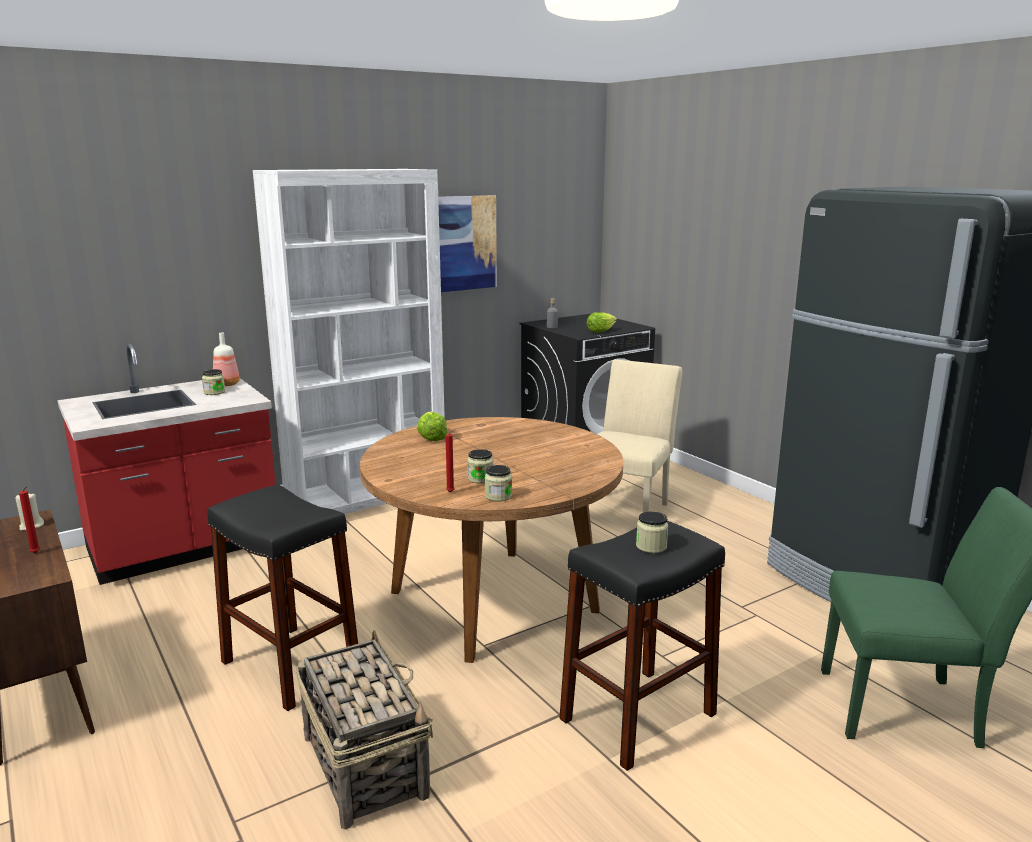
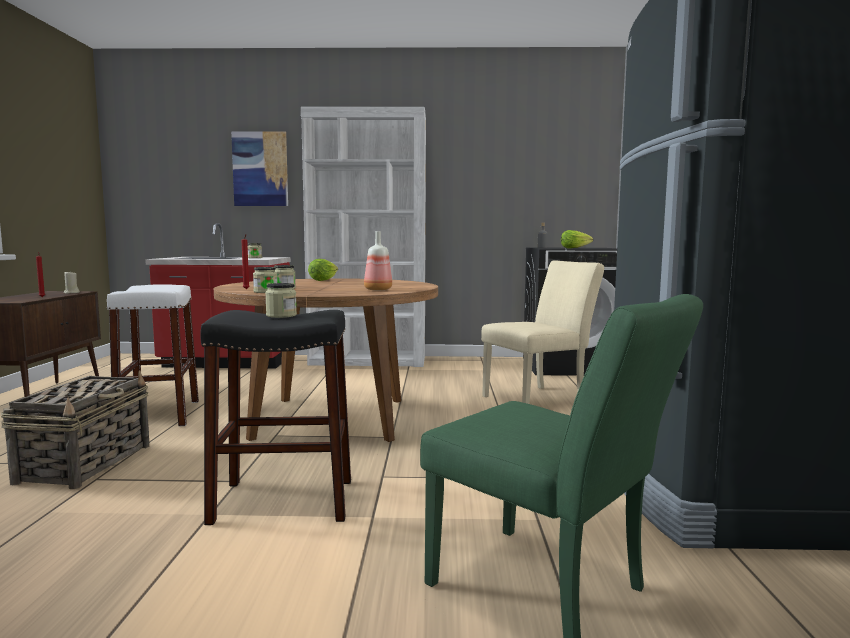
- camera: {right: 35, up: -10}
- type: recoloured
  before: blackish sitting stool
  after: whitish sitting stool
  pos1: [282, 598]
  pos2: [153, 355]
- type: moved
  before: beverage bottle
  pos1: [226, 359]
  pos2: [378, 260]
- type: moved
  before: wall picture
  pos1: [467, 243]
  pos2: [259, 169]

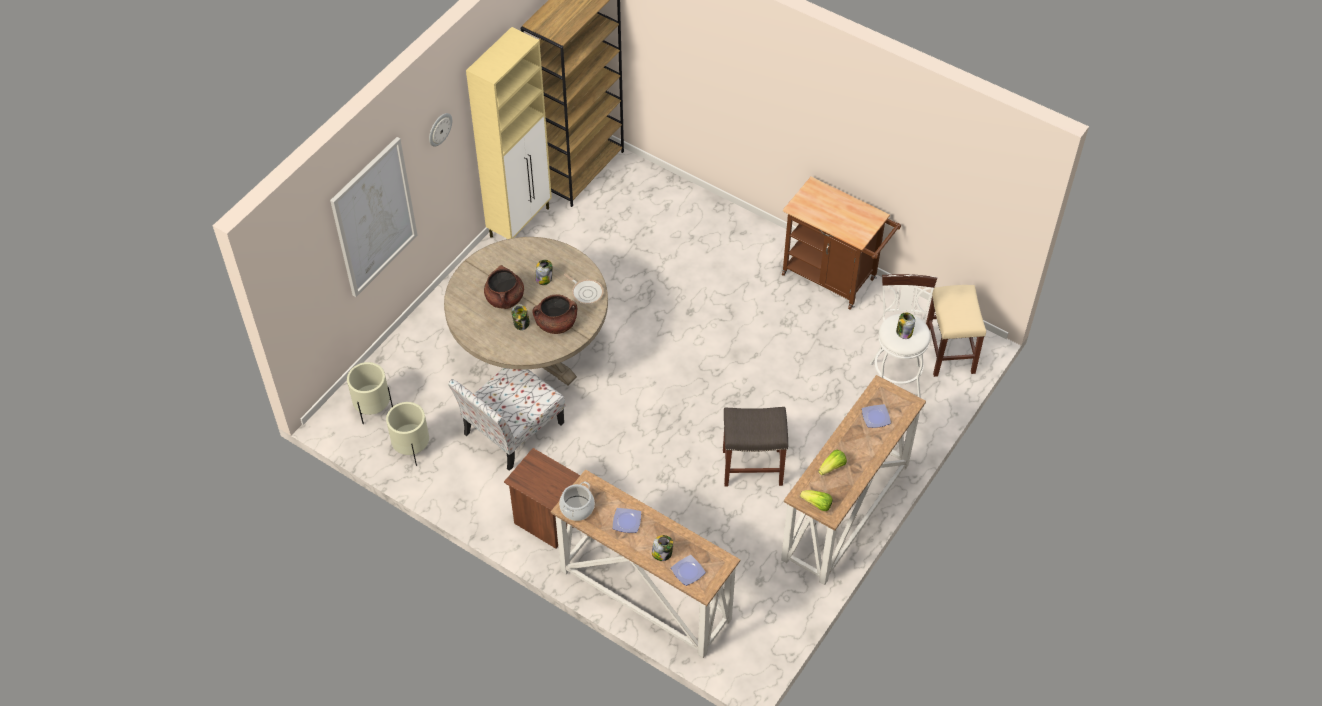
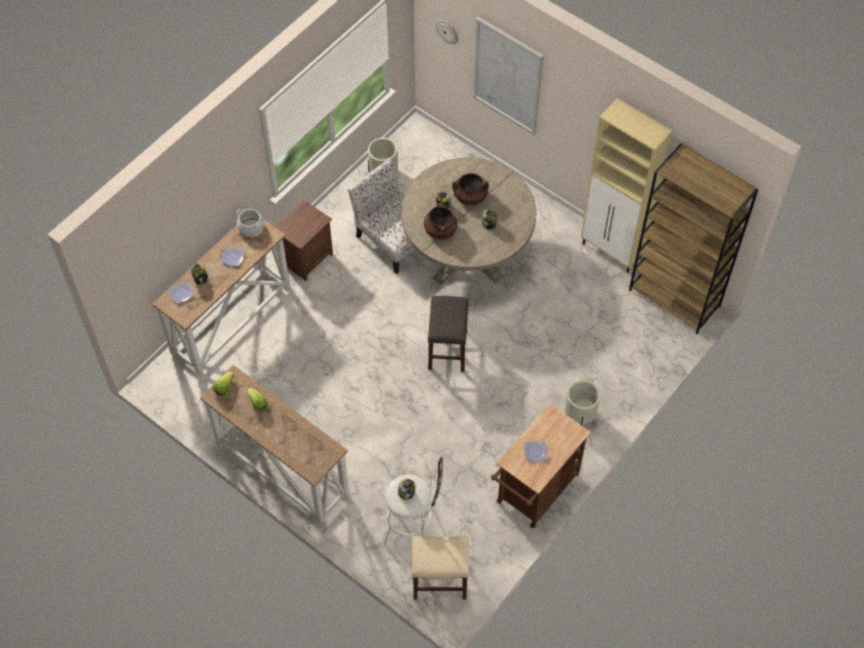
- camera: {right: 95, up: 5}
- type: moved
  before: beige-coloured plant pot
  pos1: [370, 393]
  pos2: [582, 402]
- type: moved
  before: wall clock
  pos1: [440, 130]
  pos2: [446, 32]
- type: removed
  before: pan
  pos1: [584, 288]
- type: moved
  before: gray sitting stool
  pos1: [755, 446]
  pos2: [448, 334]
- type: moved
  before: flat dish
  pos1: [876, 416]
  pos2: [536, 451]

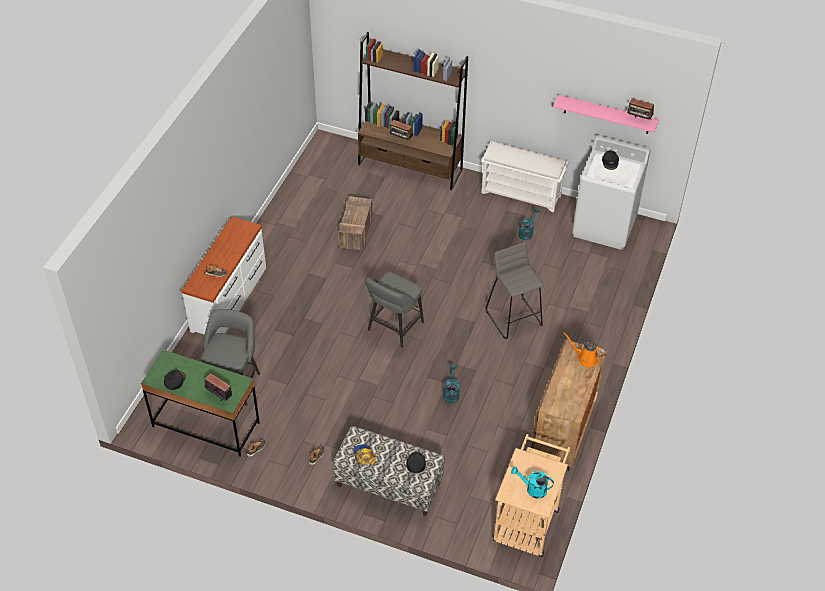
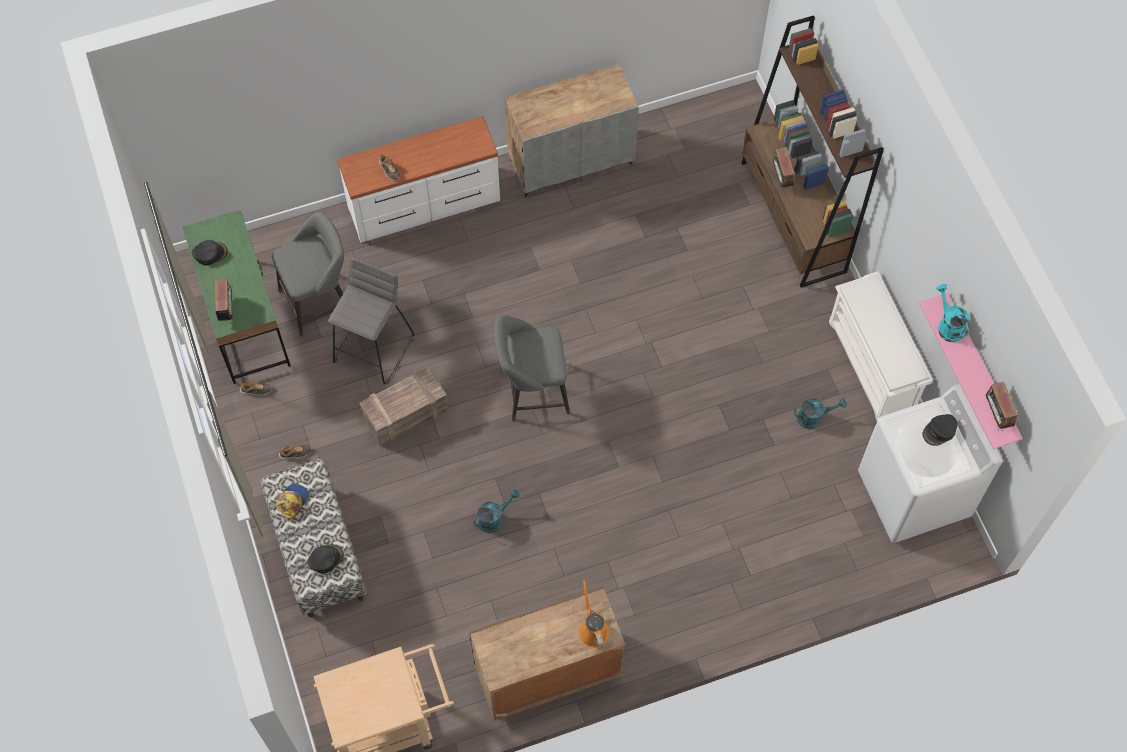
- camera: {right: 50, up: 15}
- type: moved
  before: packing crate
  pos1: [355, 223]
  pos2: [404, 406]
- type: moved
  before: gray sitting stool
  pos1: [515, 290]
  pos2: [371, 321]
- type: moved
  before: turquoise-coloured sprinkling can
  pos1: [532, 483]
  pos2: [953, 313]
- type: added
  after: gray cupboard
  pos2: [572, 130]

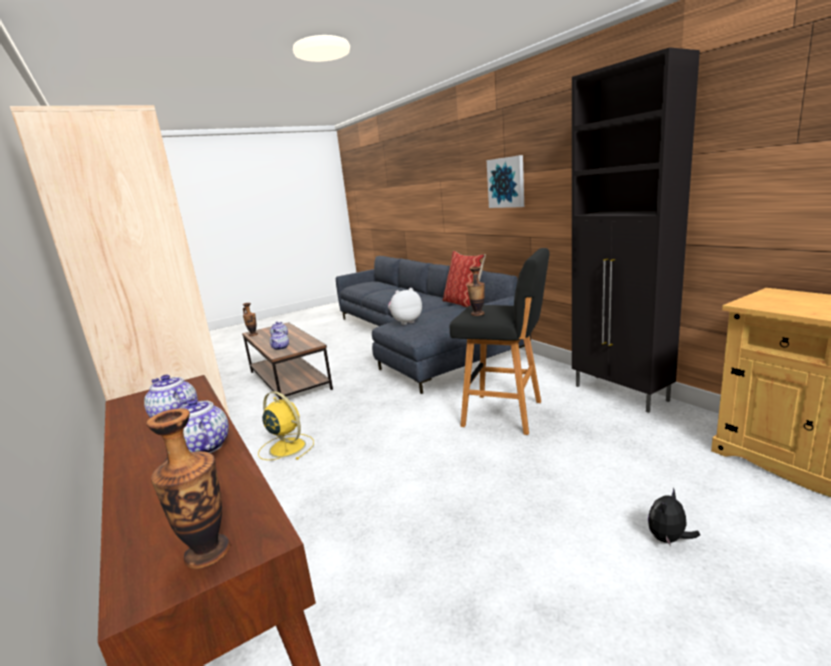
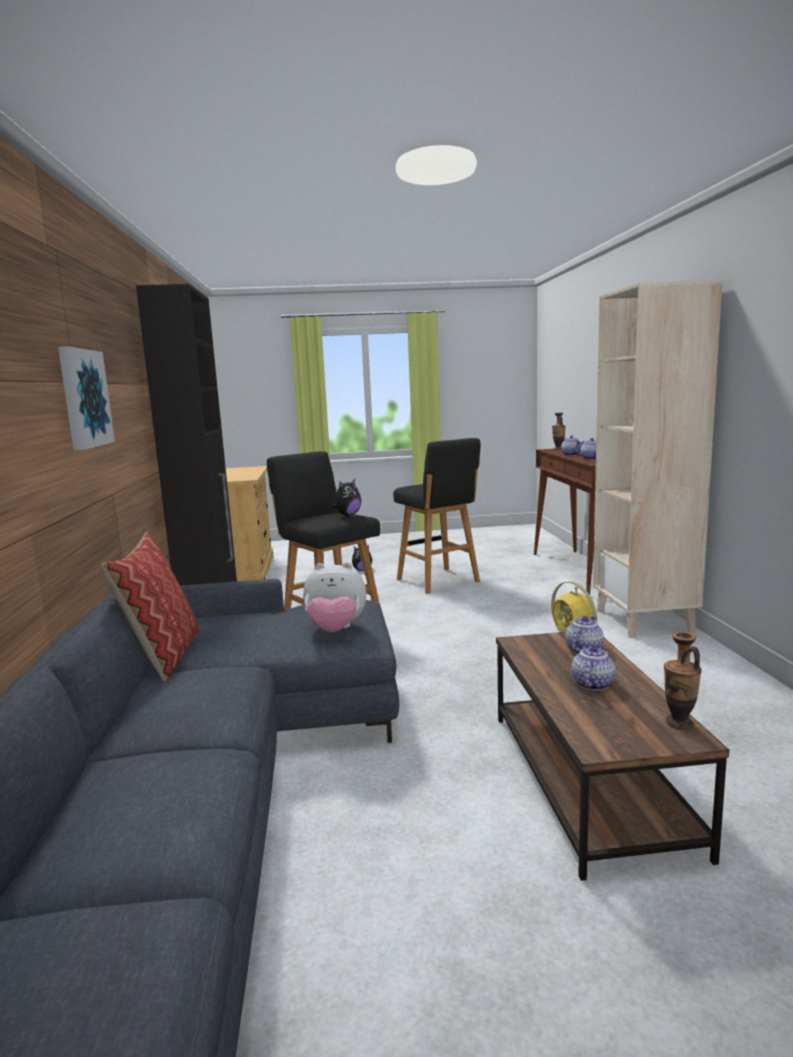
- camera: {right: -155, up: -5}
- type: replaced
  before: decorative vase
  after: soft toy
  pos1: [476, 291]
  pos2: [345, 497]
- type: added
  after: blackish sitting stool
  pos2: [437, 516]

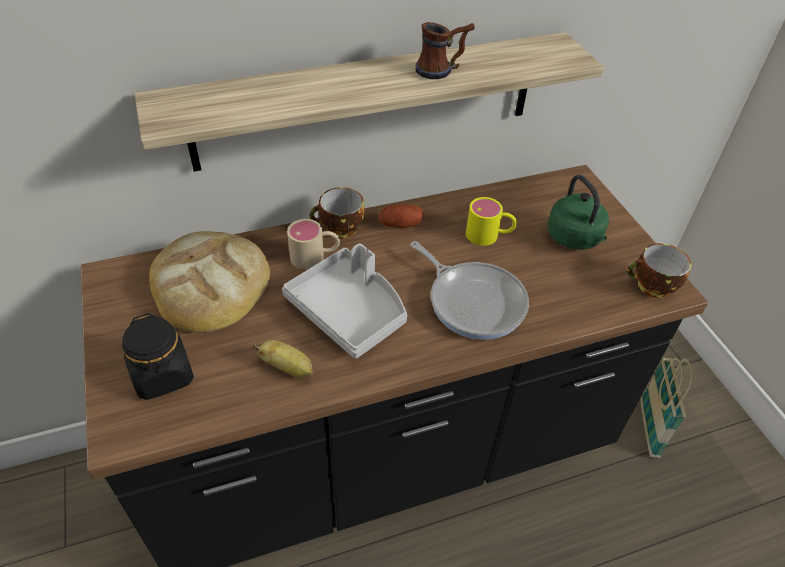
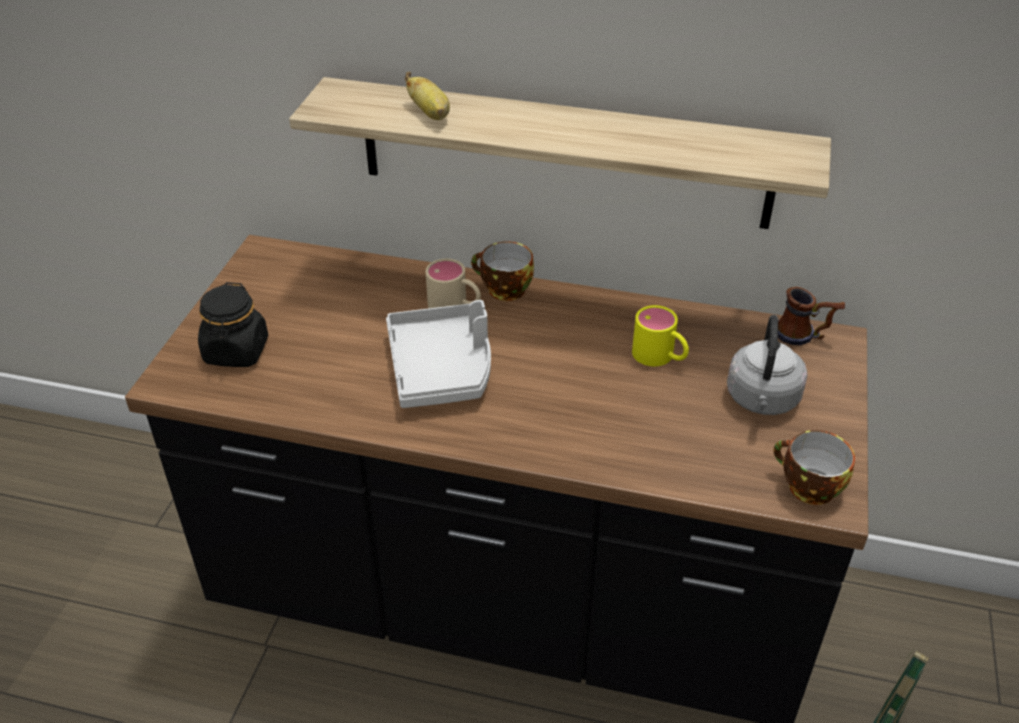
- camera: {right: 35, up: -5}
- type: removed
  before: baked bread
  pos1: [209, 282]
- type: moved
  before: banana fruit
  pos1: [283, 359]
  pos2: [427, 96]
- type: removed
  before: whole potato
  pos1: [400, 216]
- type: removed
  before: pan
  pos1: [469, 290]
- type: moved
  before: coffee mug
  pos1: [445, 50]
  pos2: [811, 316]
- type: recoloured
  before: green-coloured water kettle
  after: gray water kettle
  pos1: [578, 212]
  pos2: [767, 365]

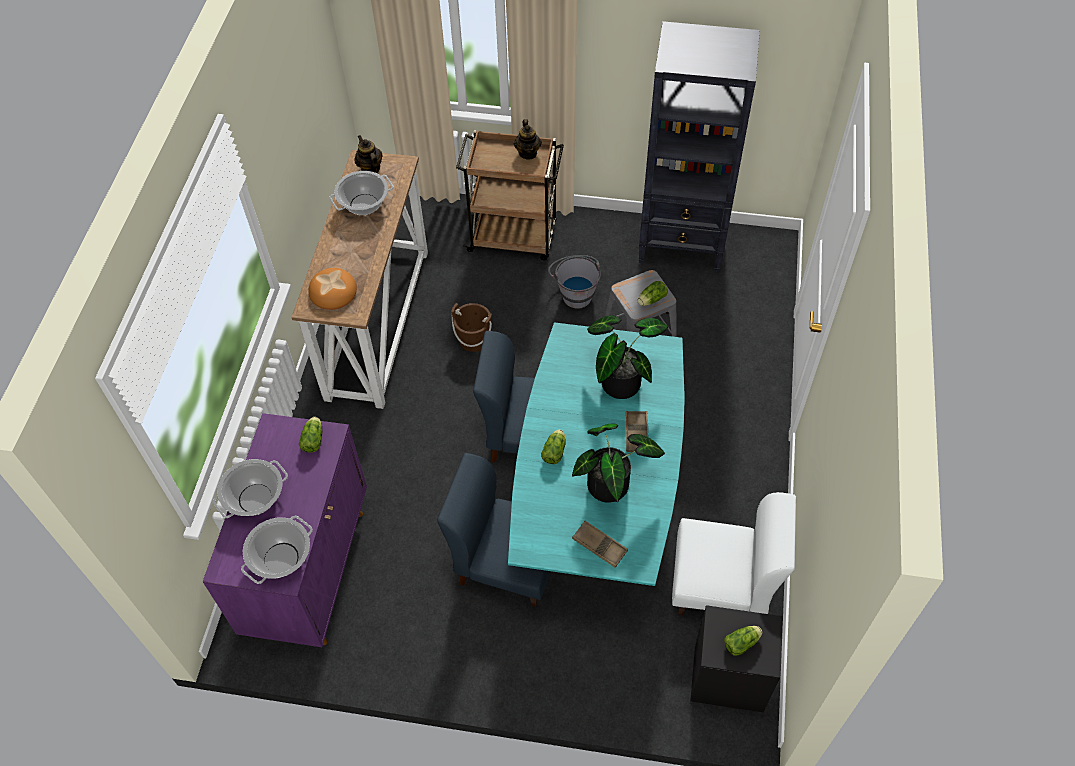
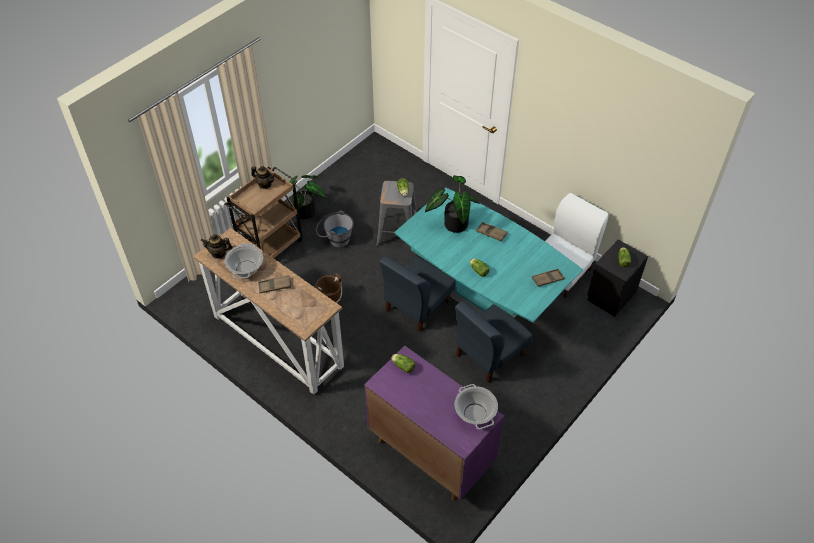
- camera: {right: -60, up: -5}
- type: removed
  before: saucepot
  pos1: [250, 488]
- type: removed
  before: baked bread
  pos1: [332, 289]
- type: moved
  before: houseplant
  pos1: [618, 463]
  pos2: [308, 197]
- type: removed
  before: blackish shelving unit
  pos1: [699, 146]
- type: added
  after: brown-coloured serving tray
  pos2: [274, 284]

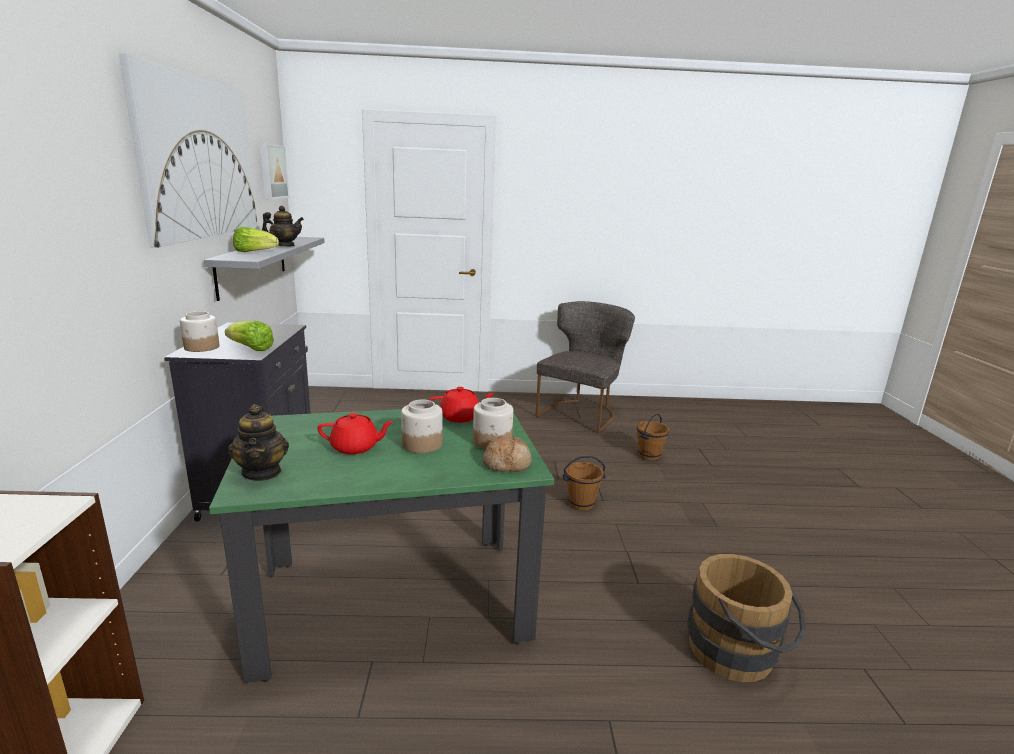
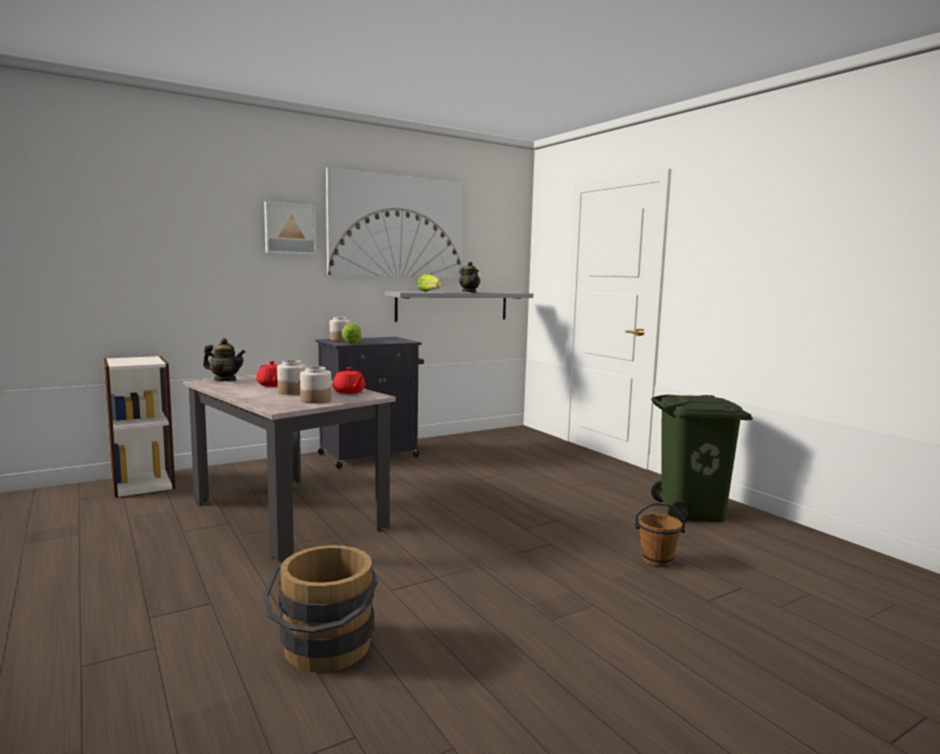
- camera: {right: 60, up: -10}
- type: recoloured
  before: green-coloured kitchen table
  after: beige-coloured kitchen table
  pos1: [382, 546]
  pos2: [289, 467]
- type: turned
  before: tea pot
  pos1: [258, 442]
  pos2: [224, 359]
  turn: -120
- type: moved
  before: wall picture
  pos1: [274, 171]
  pos2: [290, 228]
- type: removed
  before: baked bread
  pos1: [507, 454]
- type: replaced
  before: gray plain chair
  after: green-coloured trash can
  pos1: [585, 367]
  pos2: [702, 459]
- type: removed
  before: brown-coloured water bucket
  pos1: [584, 483]

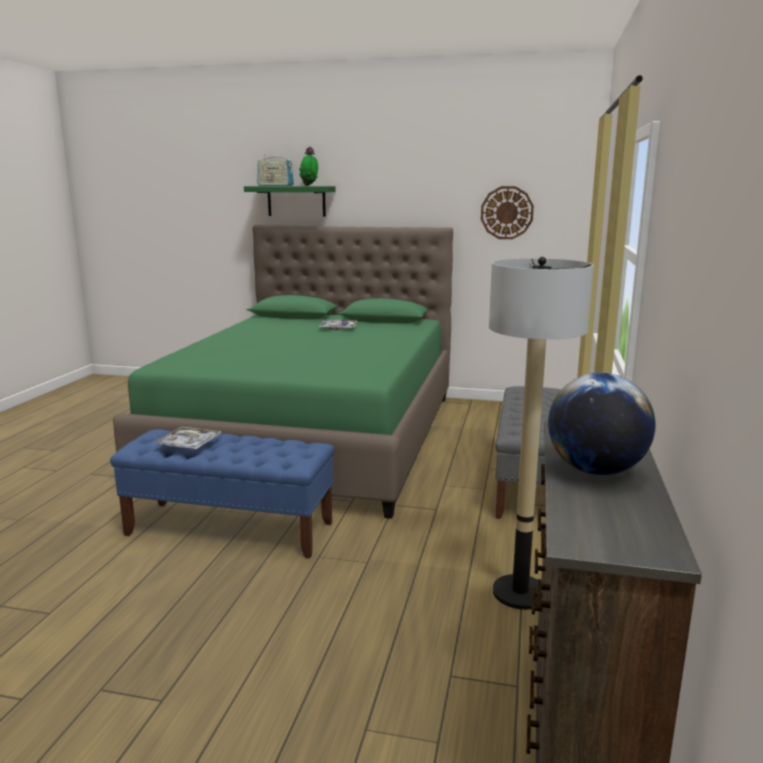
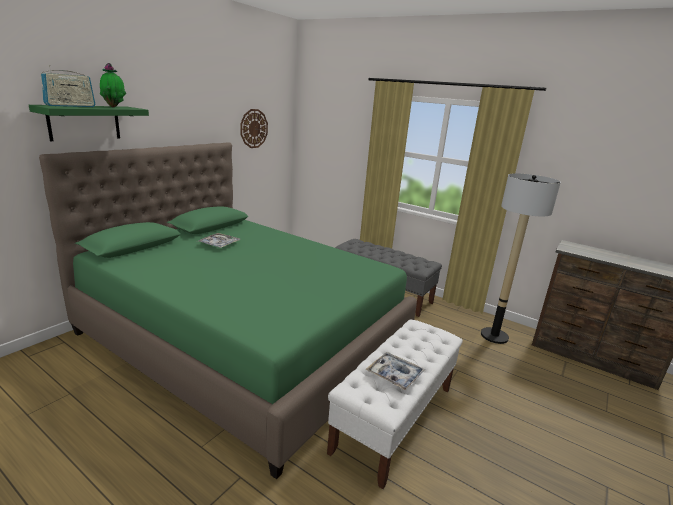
- camera: {right: -70, up: 5}
- type: recoloured
  before: blue long seat
  after: whitish long seat
  pos1: [222, 494]
  pos2: [395, 404]
- type: removed
  before: world globe
  pos1: [601, 424]

